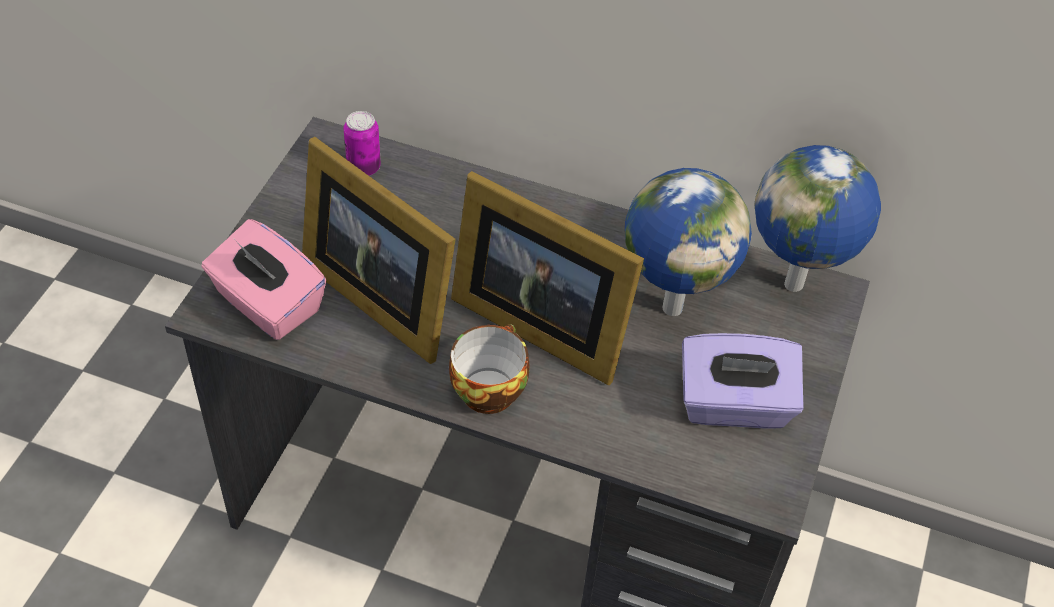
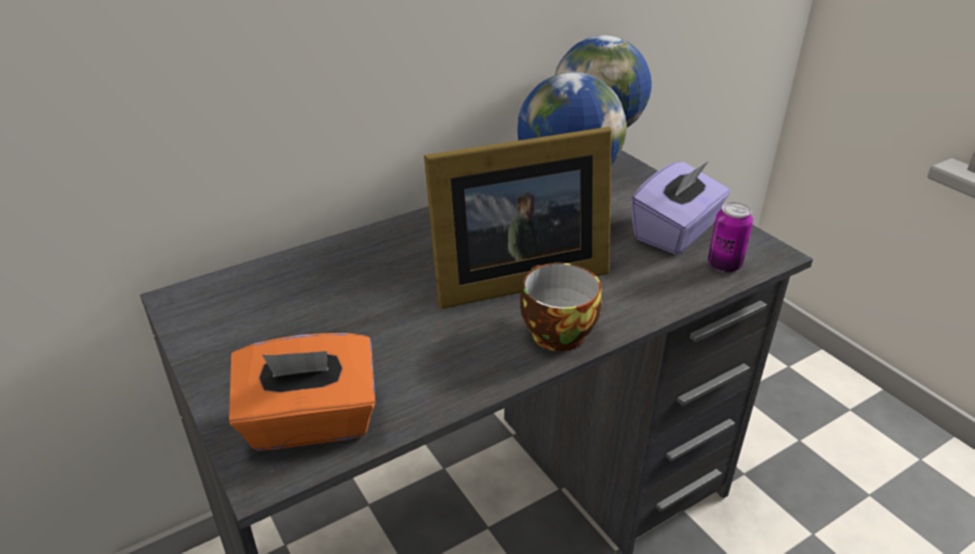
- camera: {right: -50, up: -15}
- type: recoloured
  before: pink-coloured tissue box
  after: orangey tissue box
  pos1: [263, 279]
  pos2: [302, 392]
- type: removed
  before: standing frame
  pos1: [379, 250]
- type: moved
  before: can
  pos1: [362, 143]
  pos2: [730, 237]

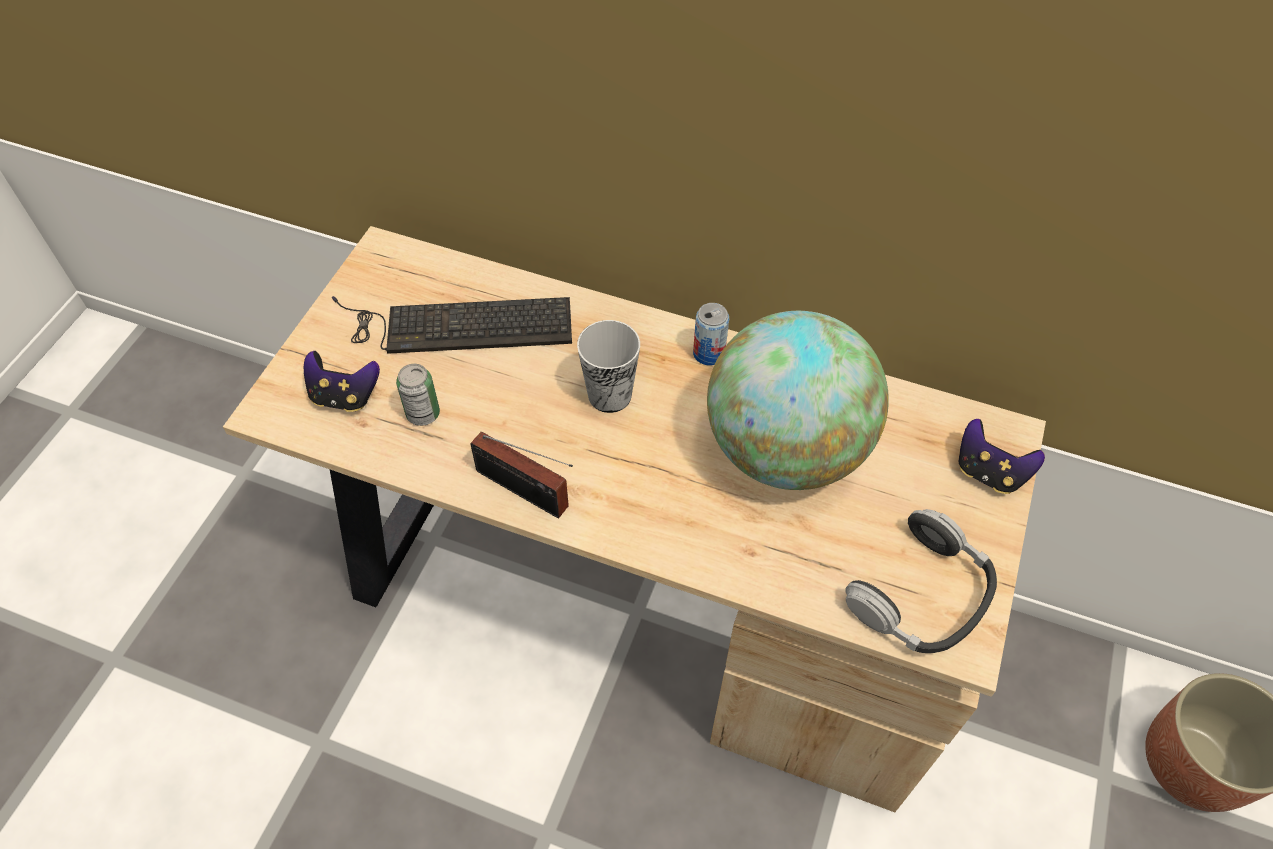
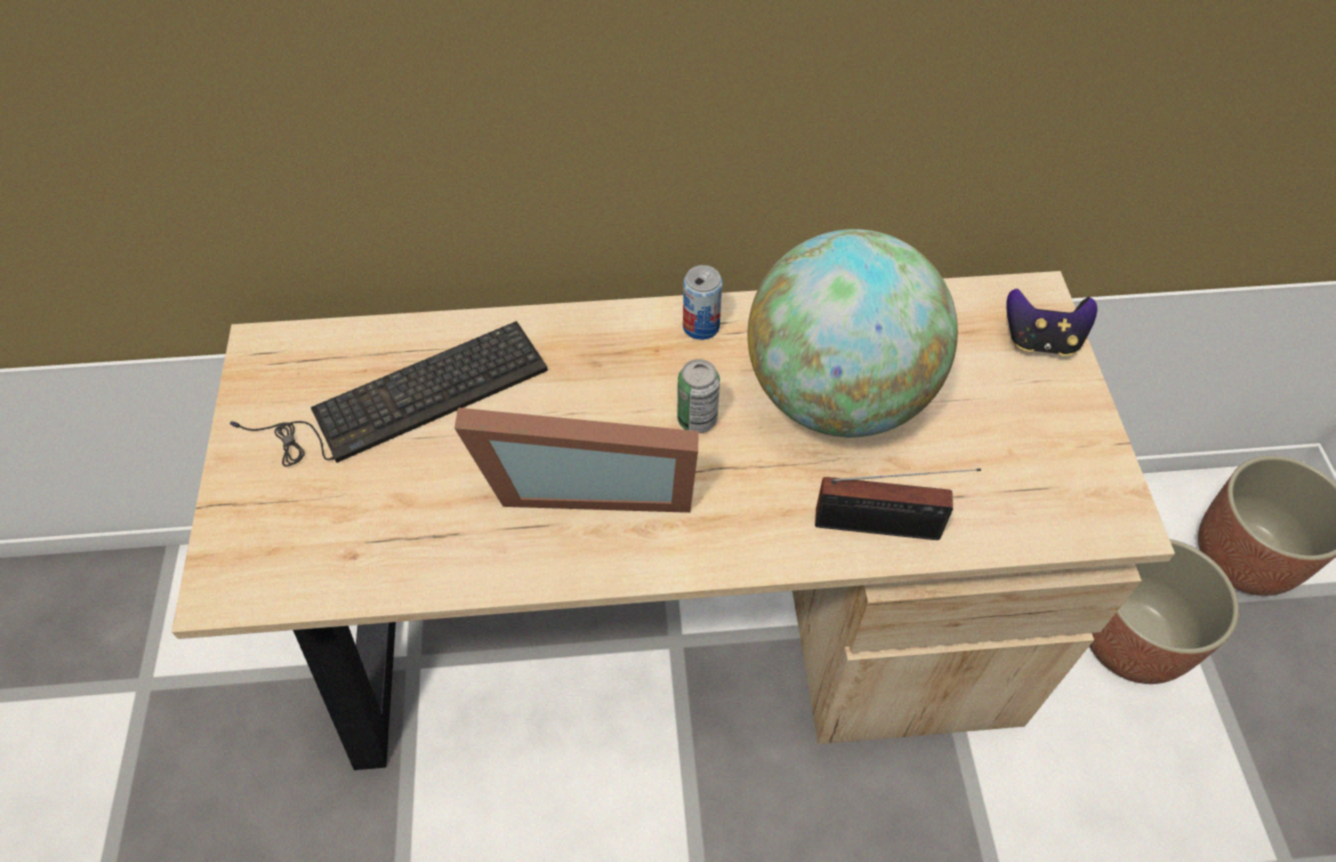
- camera: {right: -25, up: 0}
- type: removed
  before: joypad
  pos1: [342, 381]
- type: moved
  before: can
  pos1: [418, 395]
  pos2: [698, 396]
- type: moved
  before: radio
  pos1: [521, 475]
  pos2: [898, 504]
- type: removed
  before: small cup
  pos1: [608, 366]
- type: removed
  before: headset
  pos1: [921, 581]
- type: added
  after: standing frame
  pos2: [576, 460]
- type: added
  after: plant pot
  pos2: [1164, 611]

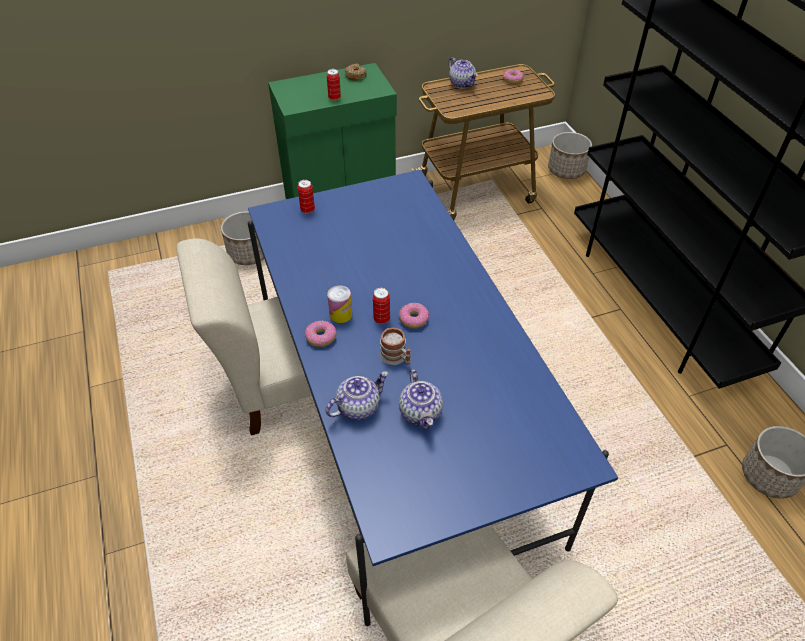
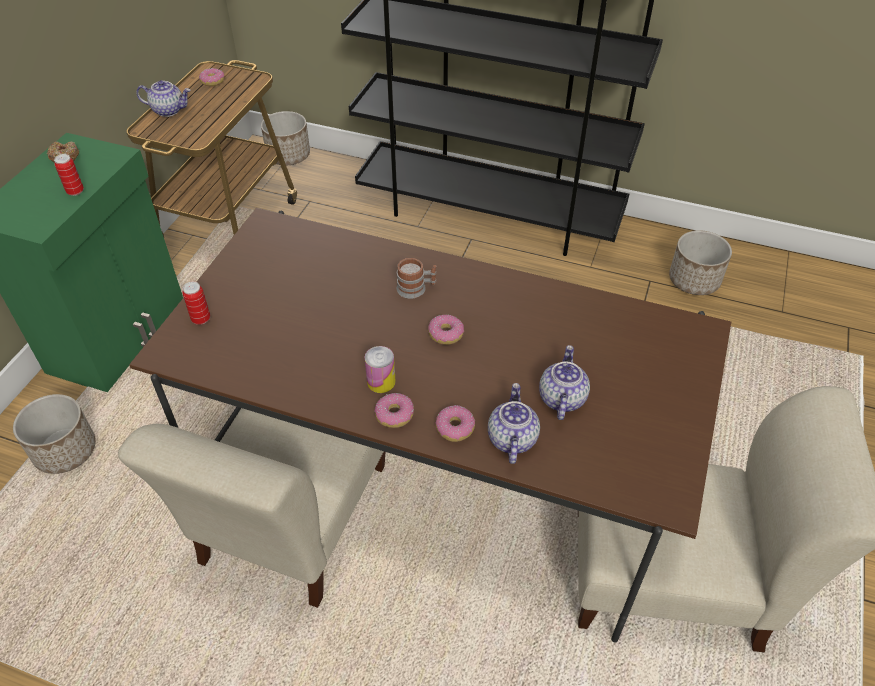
- camera: {right: -50, up: 0}
- type: recoloured
  before: blue kitchen table
  after: brown-coloured kitchen table
  pos1: [433, 398]
  pos2: [430, 425]
- type: removed
  before: can
  pos1: [381, 306]
- type: moved
  before: coffee mug
  pos1: [395, 346]
  pos2: [416, 278]
- type: turned
  before: tea pot
  pos1: [421, 399]
  pos2: [564, 382]
  turn: -105
- type: added
  after: donut
  pos2: [455, 423]

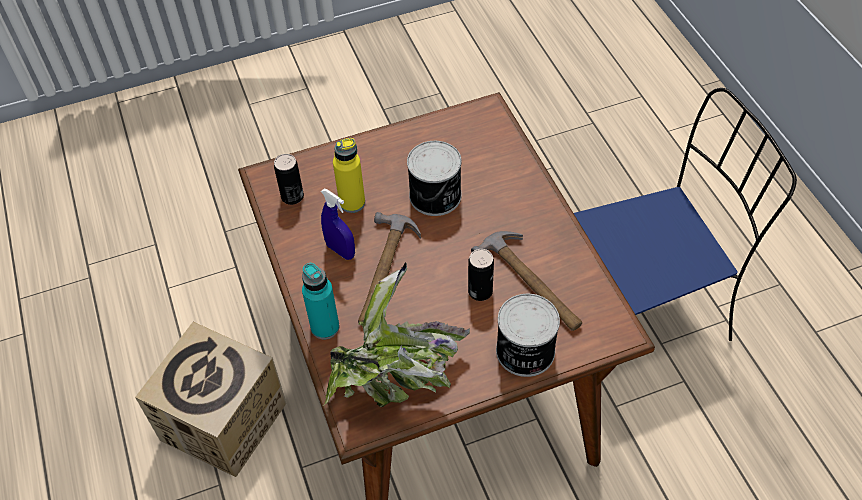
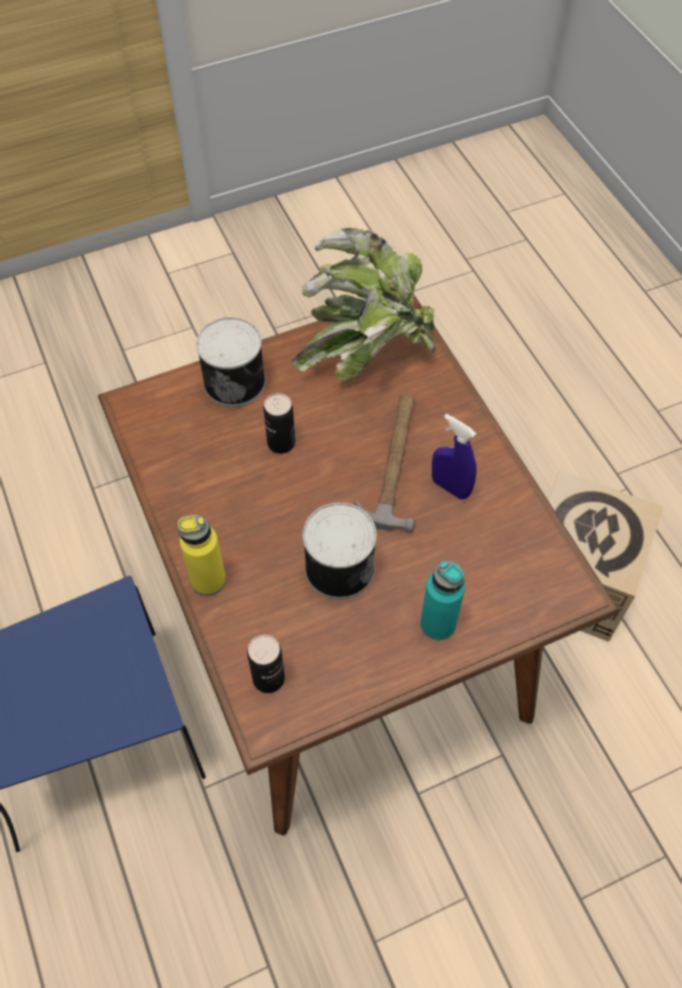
- camera: {right: 175, up: 5}
- type: moved
  before: can
  pos1: [289, 179]
  pos2: [266, 664]
- type: moved
  before: turquoise-coloured beverage bottle
  pos1: [321, 301]
  pos2: [442, 600]
- type: moved
  before: yellow-coloured beverage bottle
  pos1: [349, 175]
  pos2: [202, 555]
- type: removed
  before: hammer
  pos1: [526, 281]

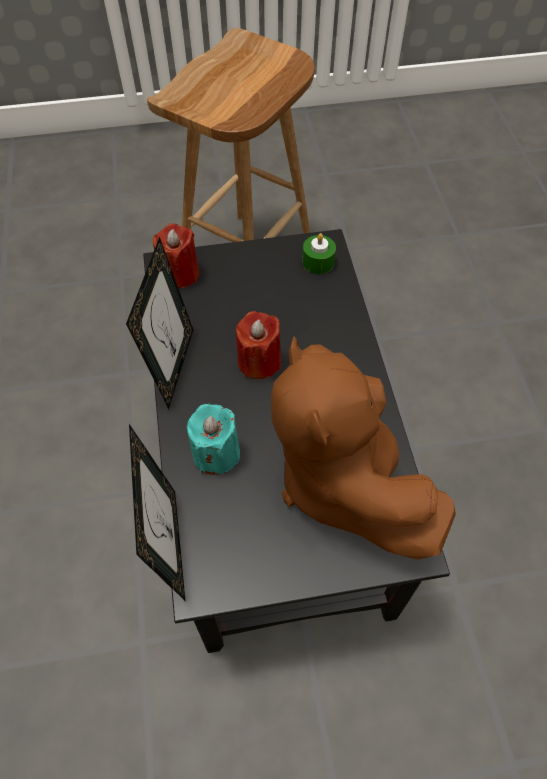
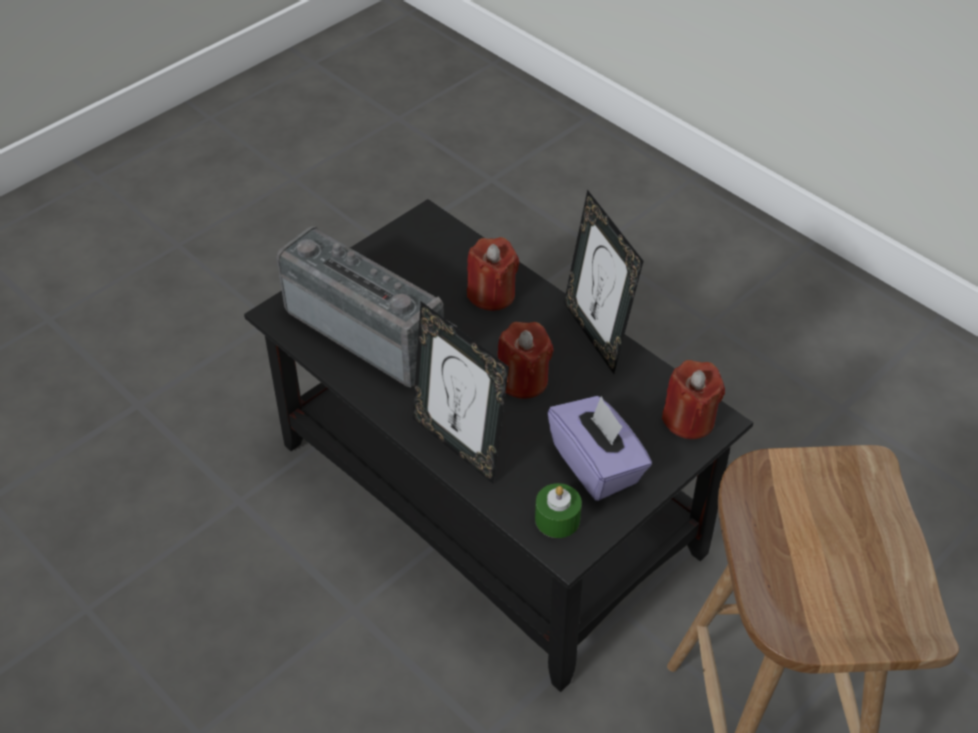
- camera: {right: 145, up: -10}
- type: moved
  before: standing frame
  pos1: [157, 512]
  pos2: [461, 392]
- type: recoloured
  before: turquoise-coloured wax candle
  after: red wax candle
  pos1: [213, 439]
  pos2: [493, 274]
- type: replaced
  before: brown-coloured soft toy
  after: radio
  pos1: [363, 448]
  pos2: [366, 306]
- type: added
  after: purple tissue box
  pos2: [599, 448]

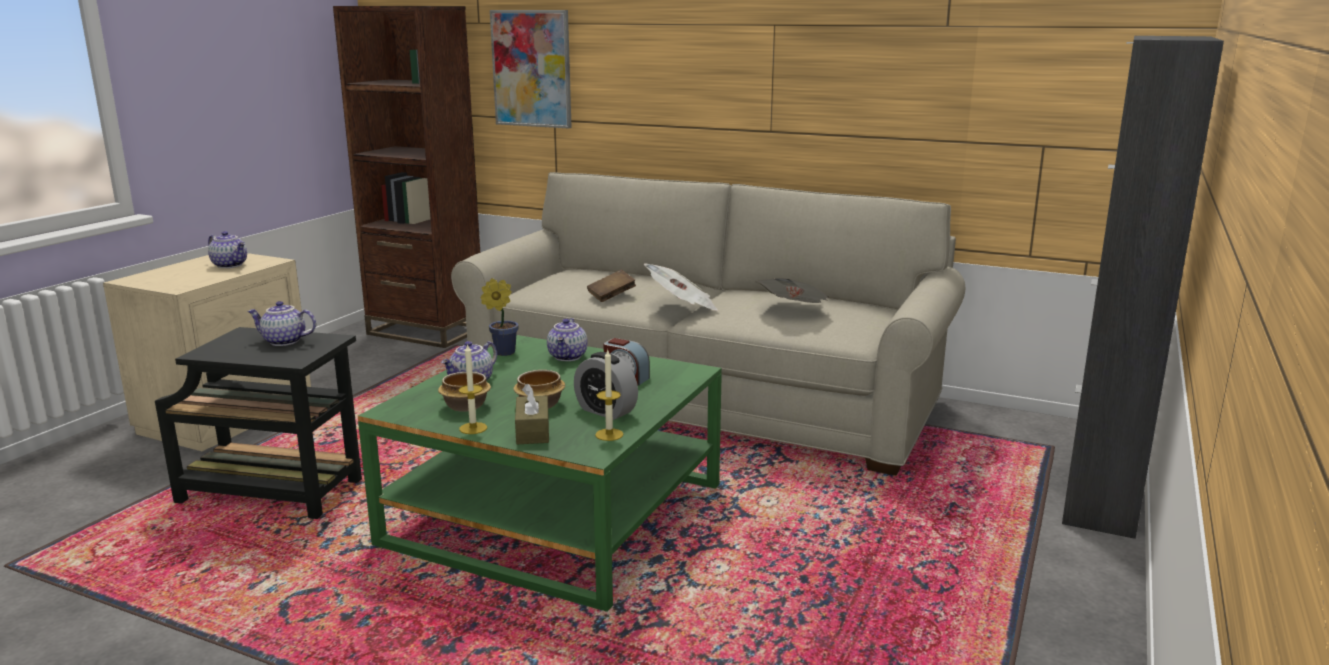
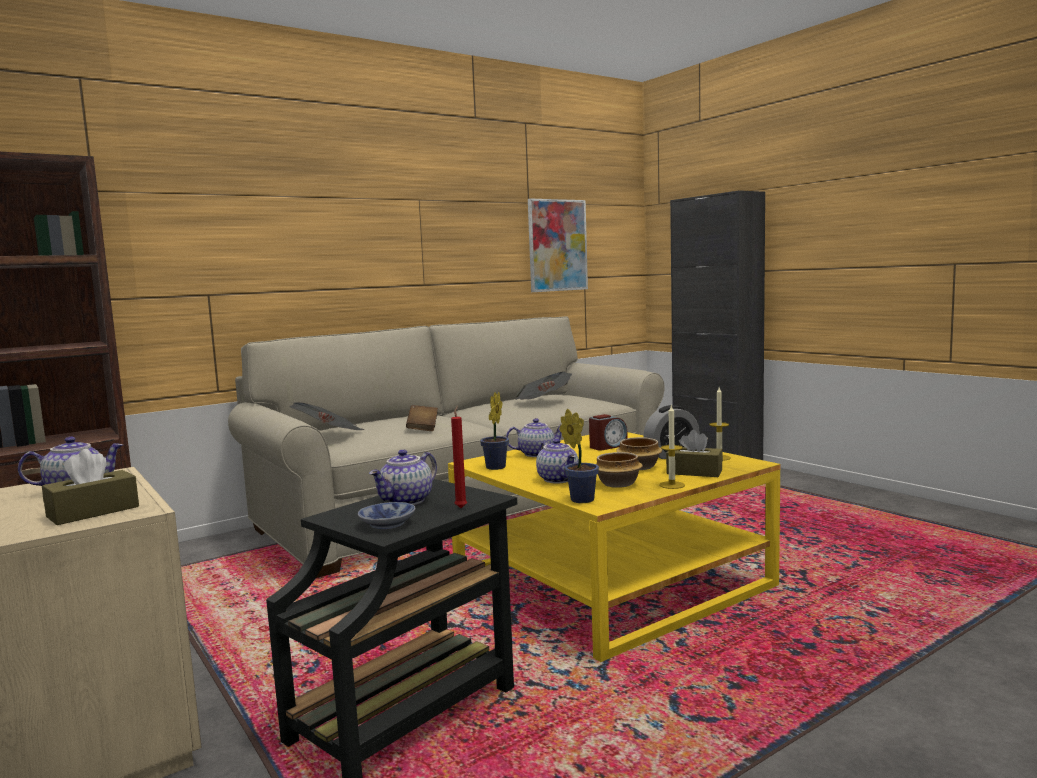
- camera: {right: -60, up: -10}
- type: recoloured
  before: green-coloured lounge table
  after: yellow-coloured lounge table
  pos1: [540, 473]
  pos2: [614, 547]
- type: moved
  before: wall picture
  pos1: [531, 69]
  pos2: [558, 245]
- type: turned
  before: tea pot
  pos1: [567, 339]
  pos2: [534, 437]
  turn: -45
- type: moved
  before: printed paper
  pos1: [681, 287]
  pos2: [327, 416]
- type: added
  after: brown-coloured tissue box
  pos2: [90, 487]
- type: added
  after: serving bowl
  pos2: [386, 516]
- type: added
  after: red wax candle
  pos2: [459, 457]
- type: added
  after: houseplant
  pos2: [579, 456]

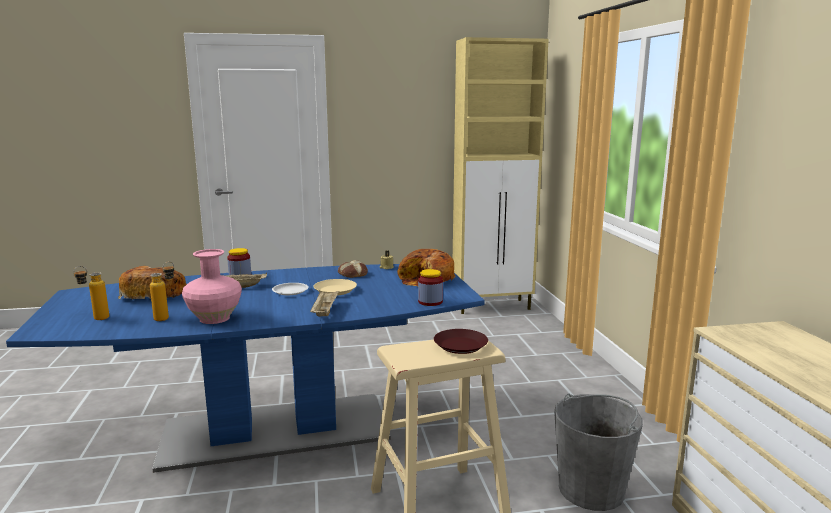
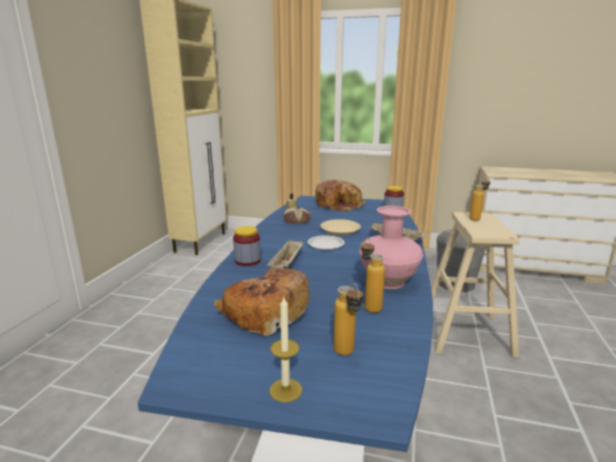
- camera: {right: -65, up: 5}
- type: replaced
  before: brown-coloured flat dish
  after: beverage bottle
  pos1: [461, 341]
  pos2: [479, 199]
- type: added
  after: wax candle
  pos2: [286, 349]

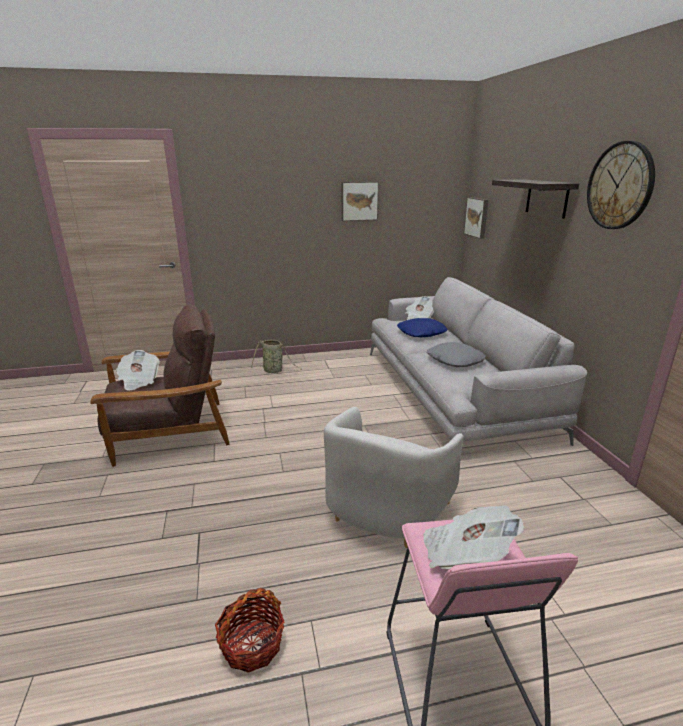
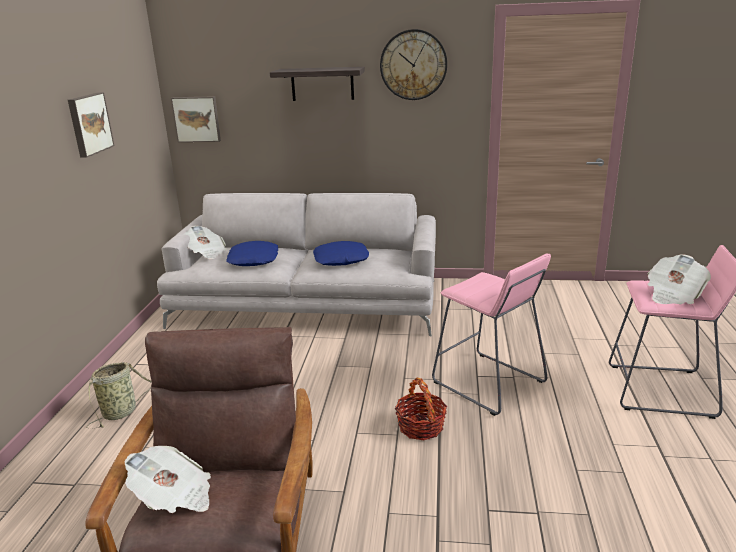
- camera: {right: -70, up: 0}
- type: moved
  before: storage basket
  pos1: [249, 630]
  pos2: [421, 408]
- type: replaced
  before: whitish lounge chair
  after: pink-coloured sitting stool
  pos1: [394, 477]
  pos2: [491, 335]
- type: recoloured
  before: gray pillow
  after: blue pillow
  pos1: [456, 354]
  pos2: [341, 253]

